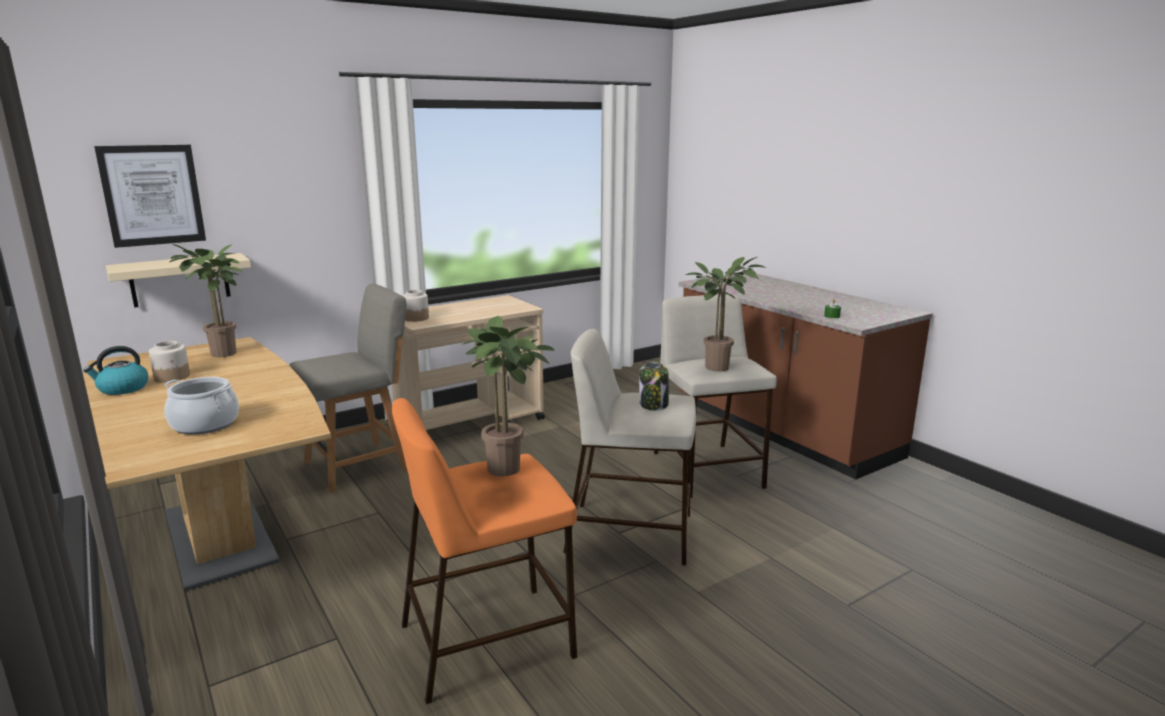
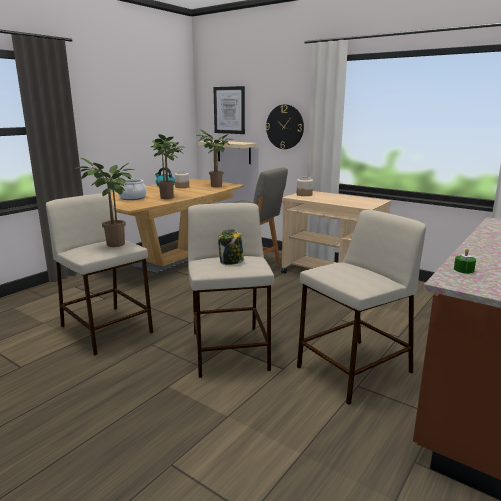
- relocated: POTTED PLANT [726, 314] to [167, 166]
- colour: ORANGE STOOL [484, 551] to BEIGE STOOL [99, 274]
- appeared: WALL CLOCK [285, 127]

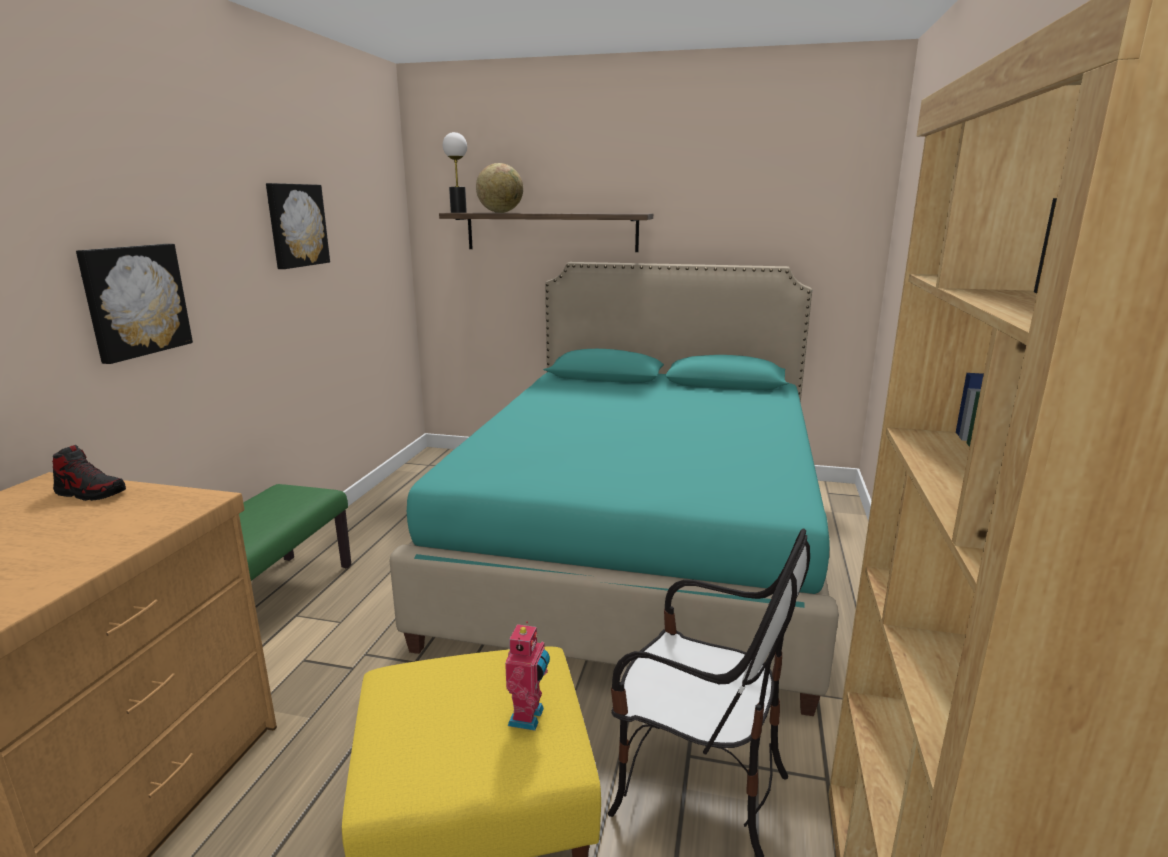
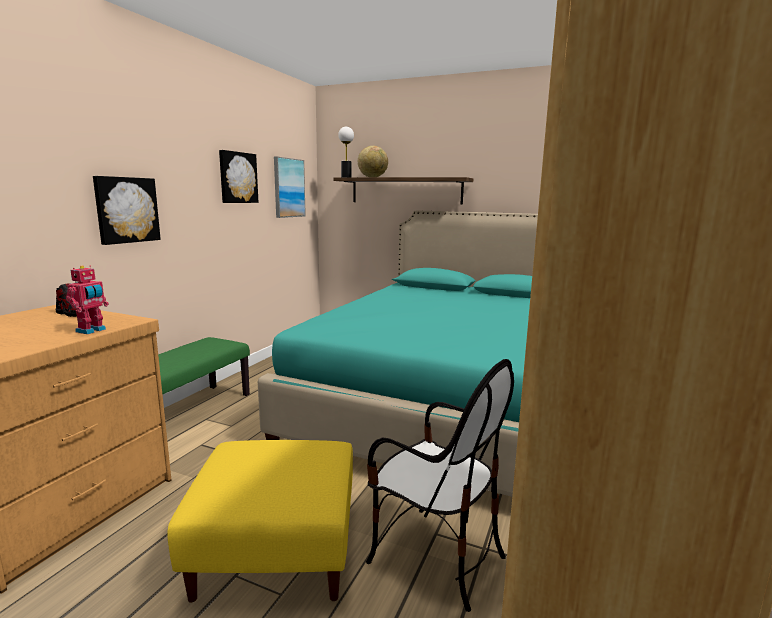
- relocated: TOY ROBOT [527, 676] to [87, 300]
- appeared: PICTURE [290, 187]

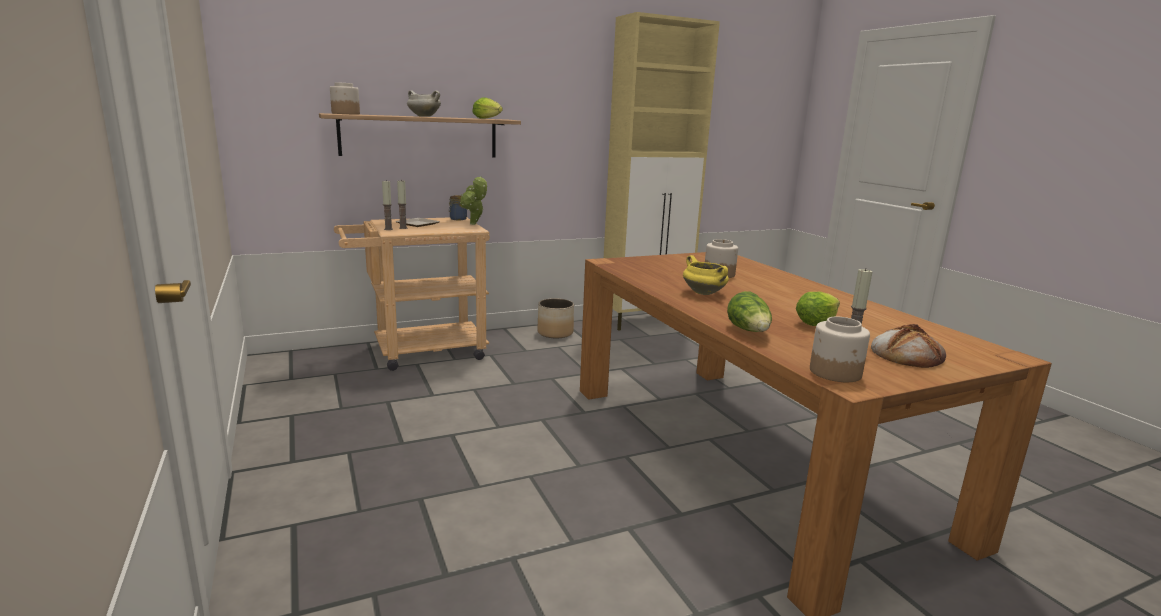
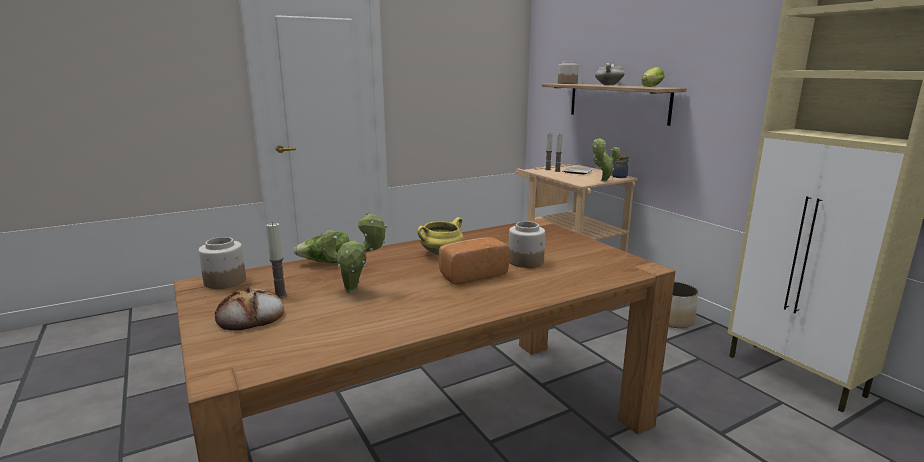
- exchanged: LETTUCE [818, 309] to POTTED PLANT [354, 252]
- appeared: BREAD [474, 261]

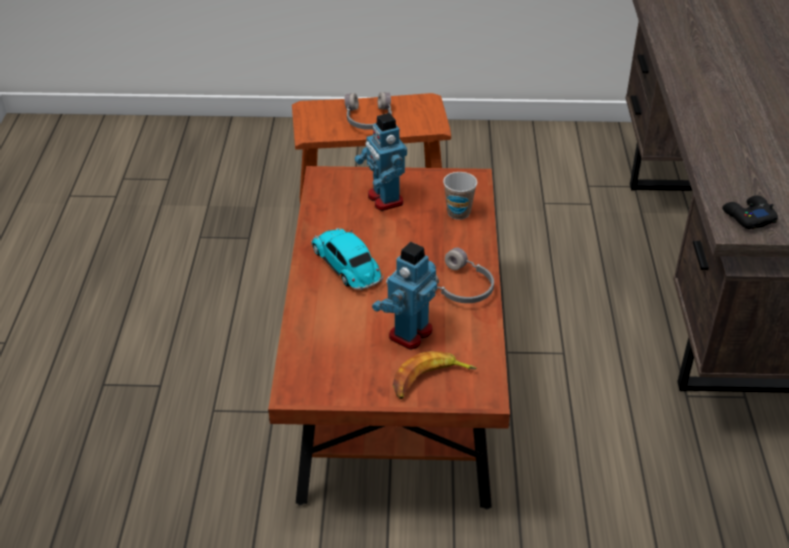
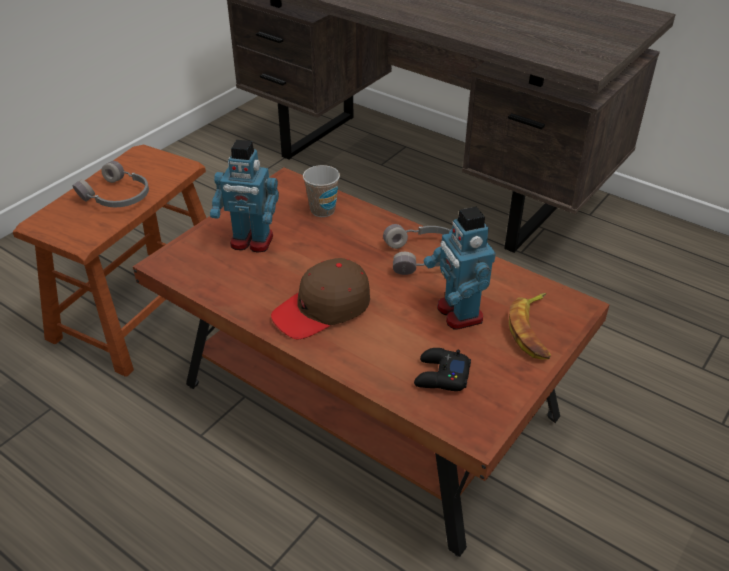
- relocated: BLACK GAME CONTROLLER [750, 212] to [442, 369]
- exchanged: TOY CAR [347, 259] to BROWN CAP [320, 298]

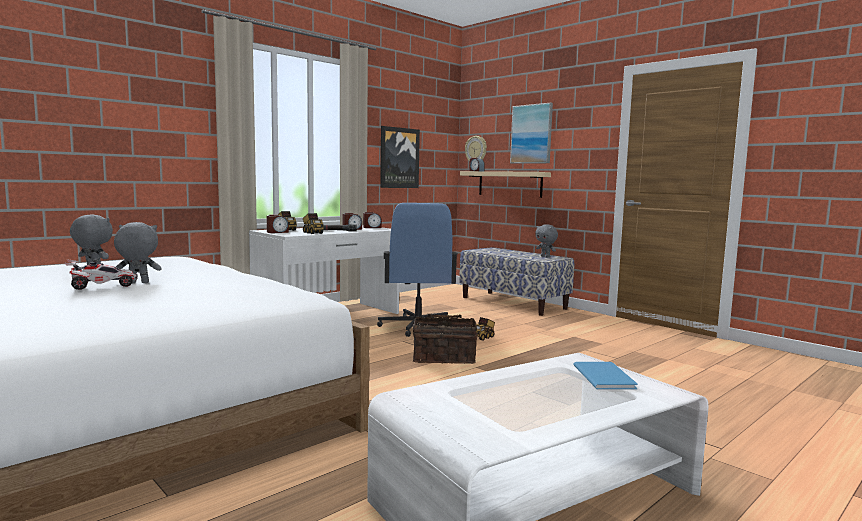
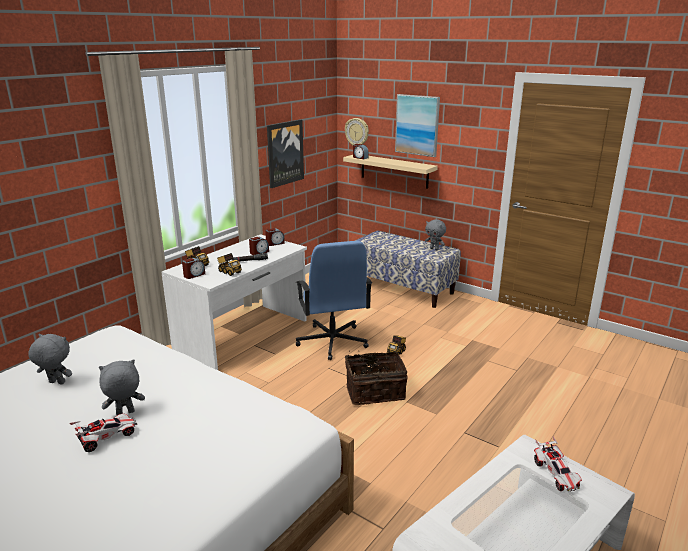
- exchanged: BLUE BOOK [606, 375] to TOY CAR [558, 464]

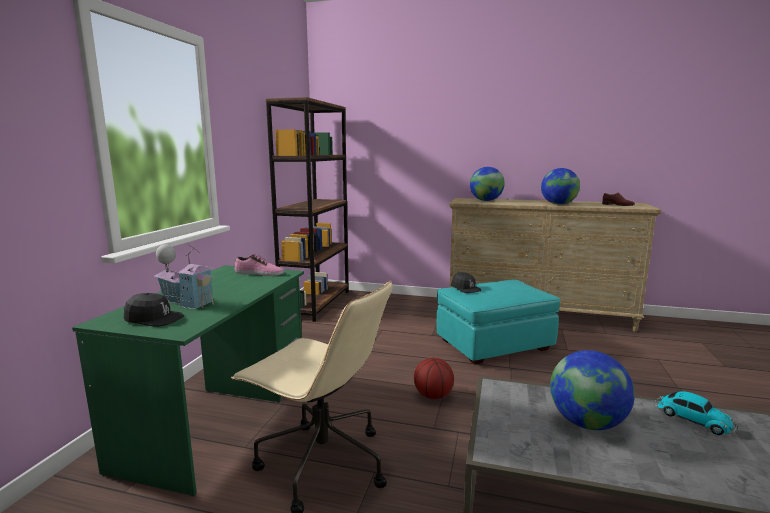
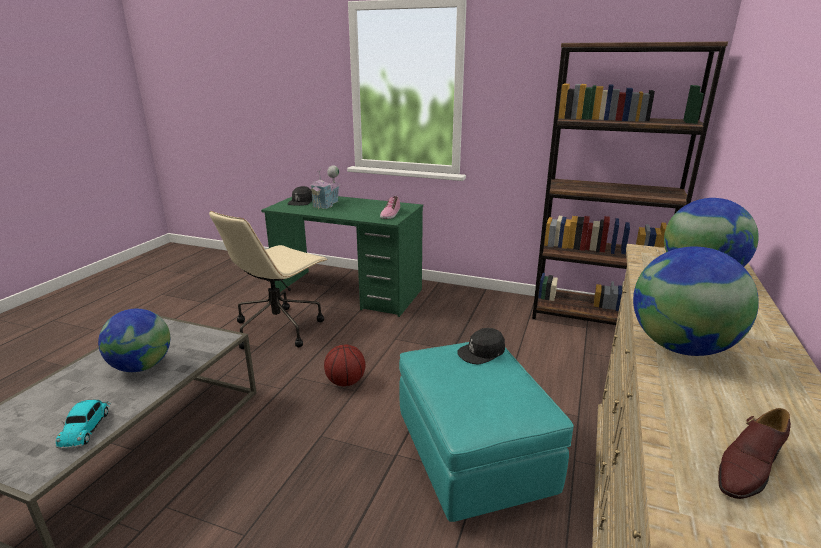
- spun: TOY CAR [696, 413] = [83, 425] 60 degrees counterclockwise

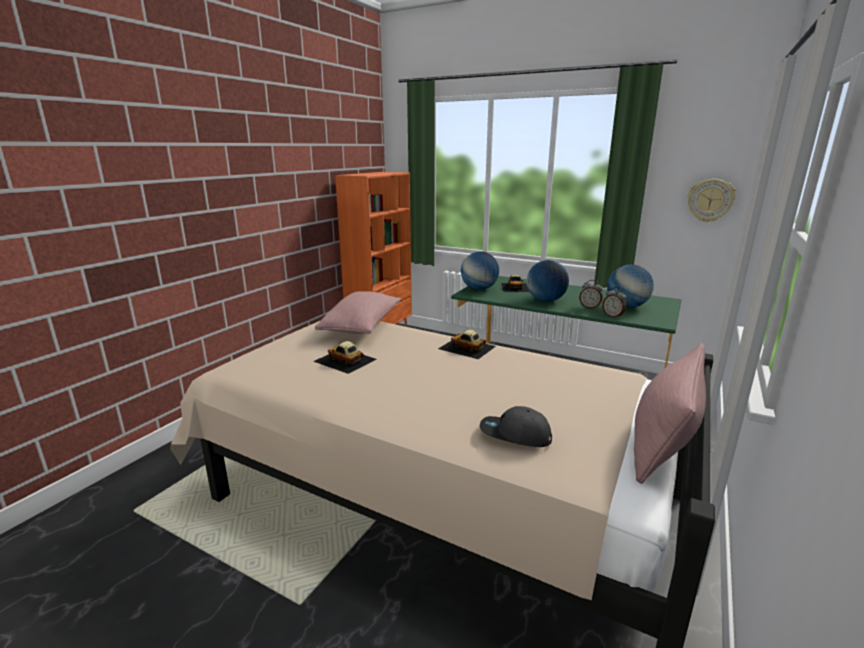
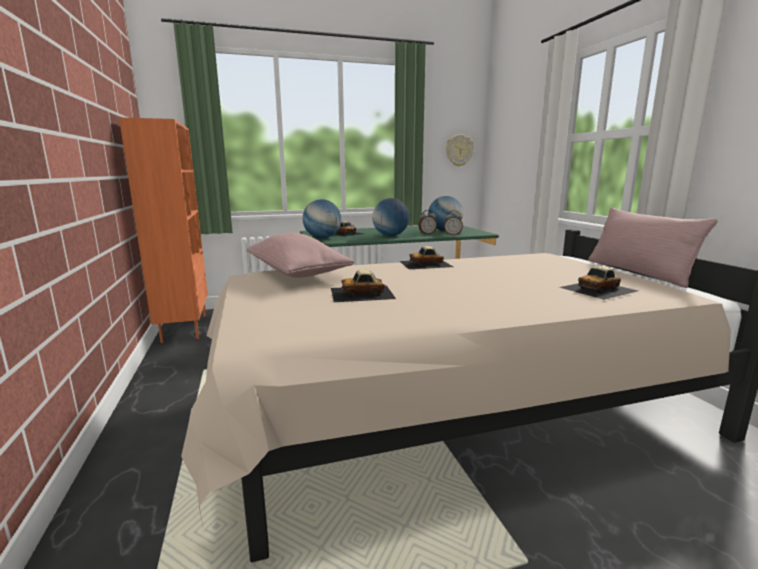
- exchanged: GREY CAP [516, 426] to TOY CAR [598, 283]

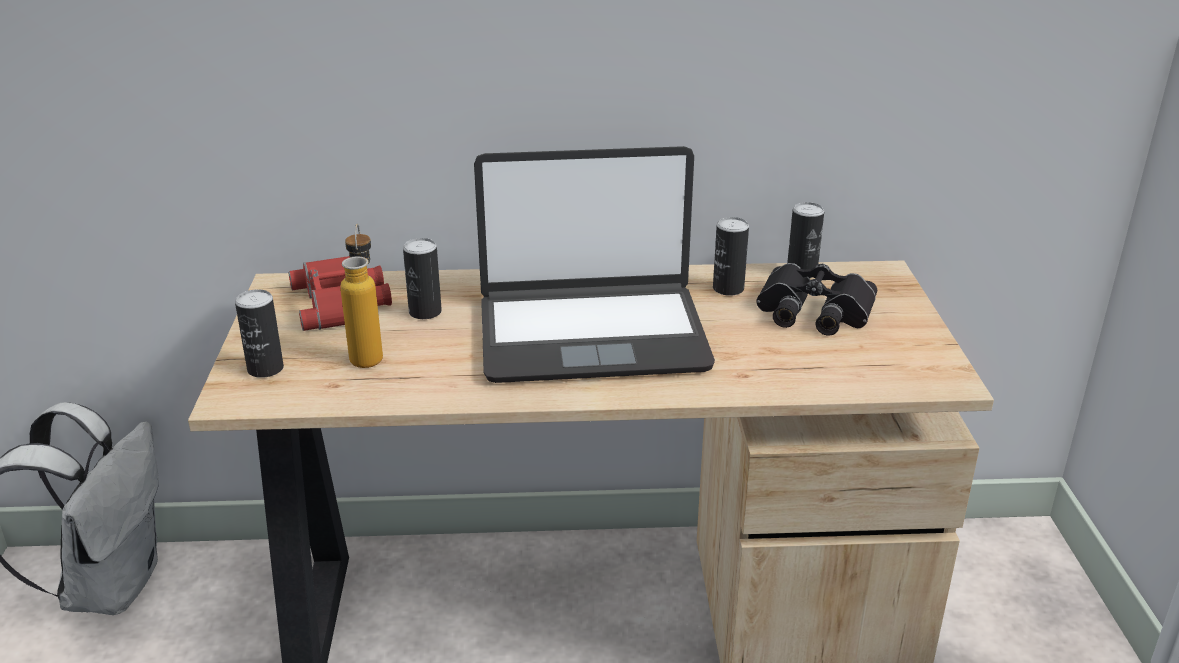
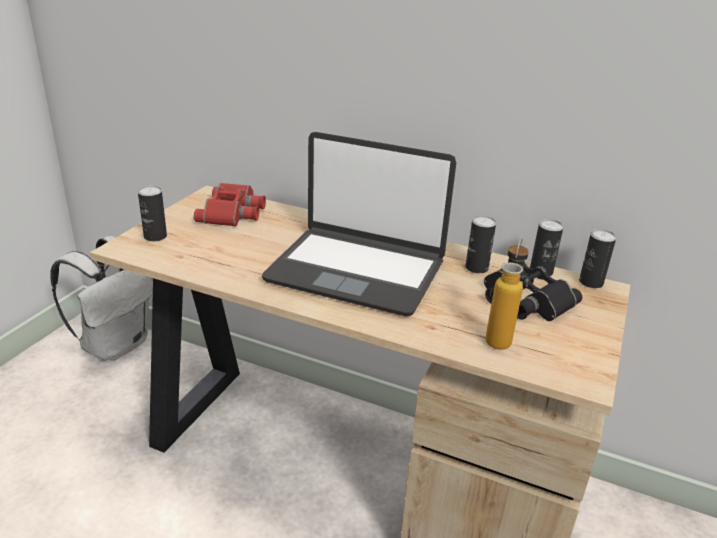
- relocated: BOTTLE [361, 296] to [507, 294]
- relocated: CAN [422, 278] to [597, 258]

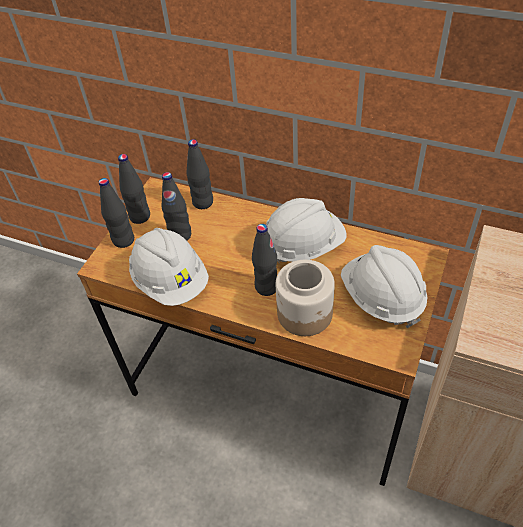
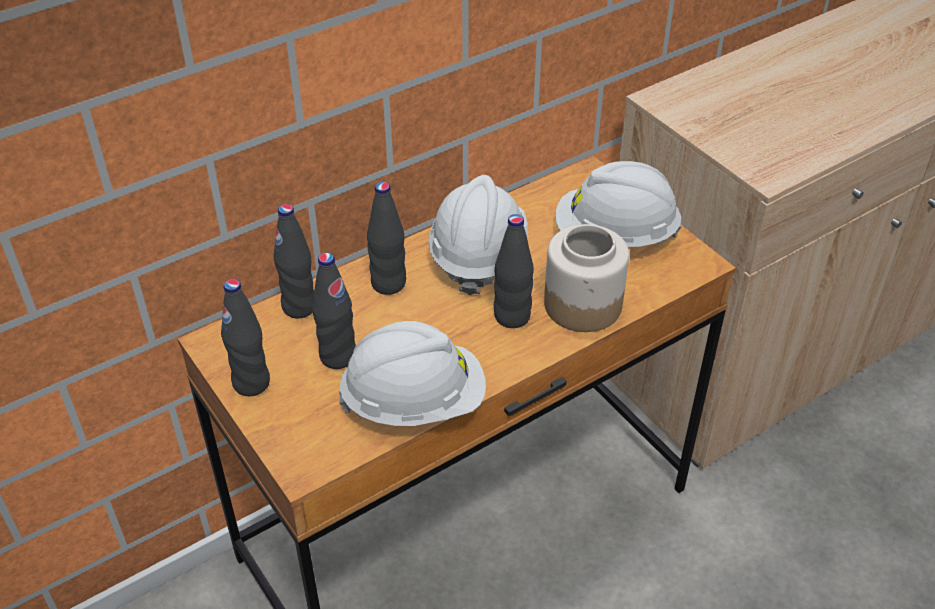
- relocated: BLACK BOTTLE [116, 213] to [386, 238]

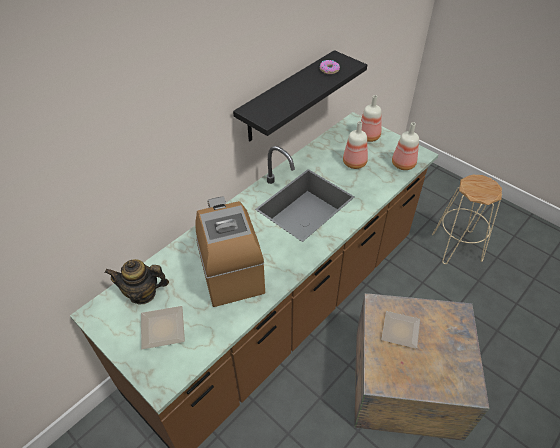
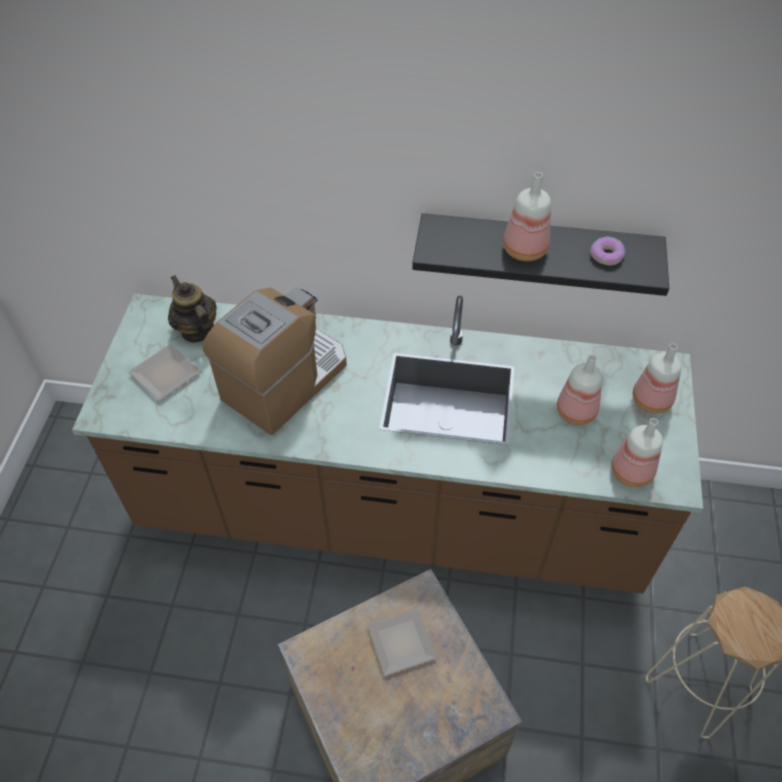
- appeared: BOTTLE [527, 216]

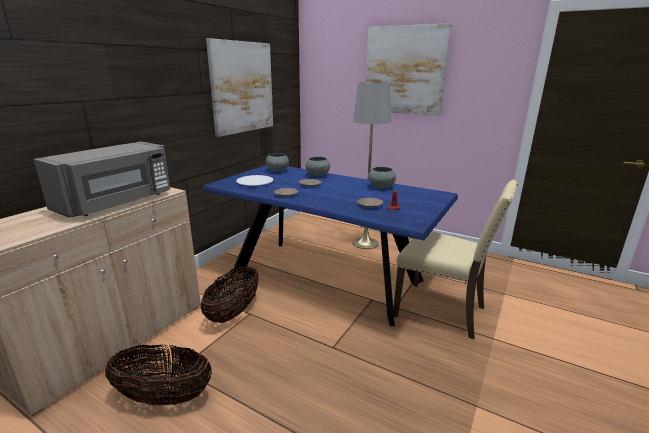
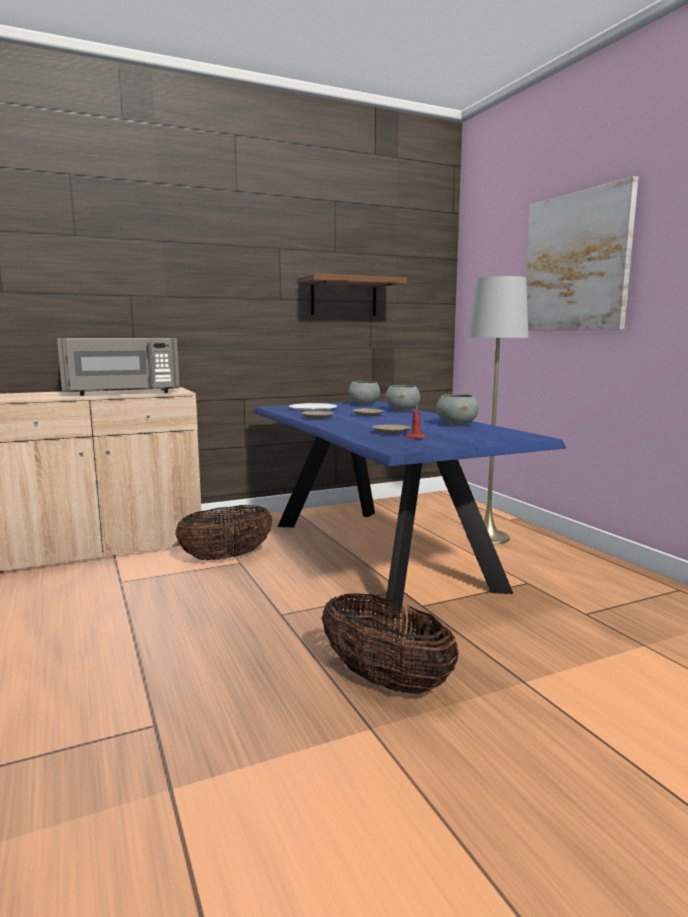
- exchanged: PICTURE [239, 87] to BROWN SHELF [352, 294]
- missing: BEIGE CHAIR [455, 259]
- relocated: BASKET [158, 375] to [390, 643]

